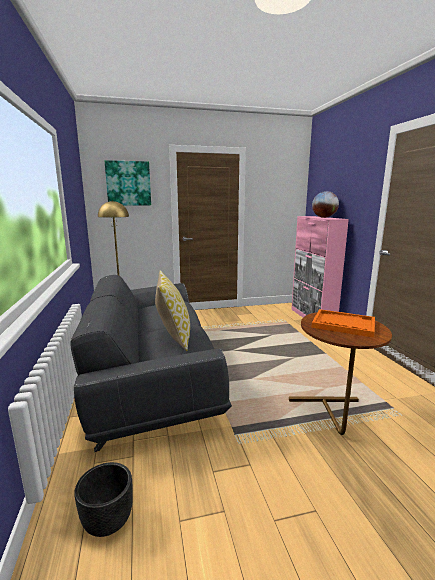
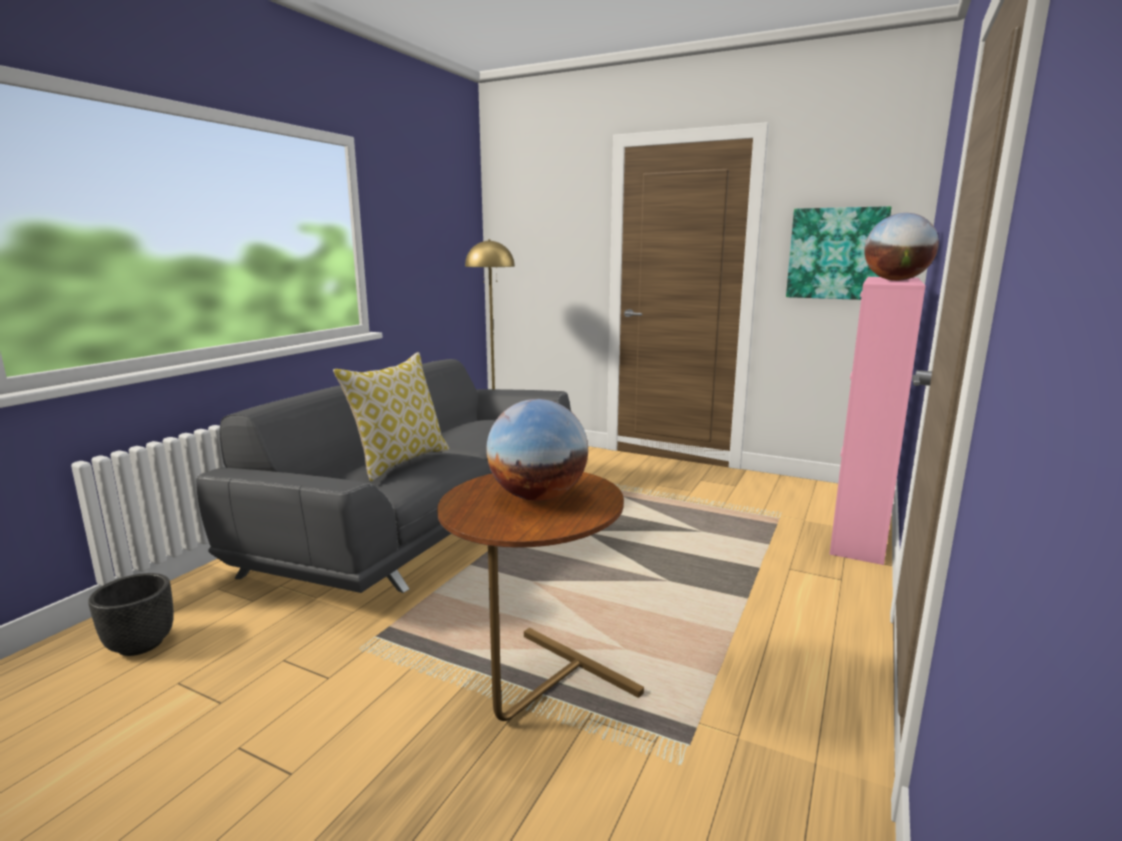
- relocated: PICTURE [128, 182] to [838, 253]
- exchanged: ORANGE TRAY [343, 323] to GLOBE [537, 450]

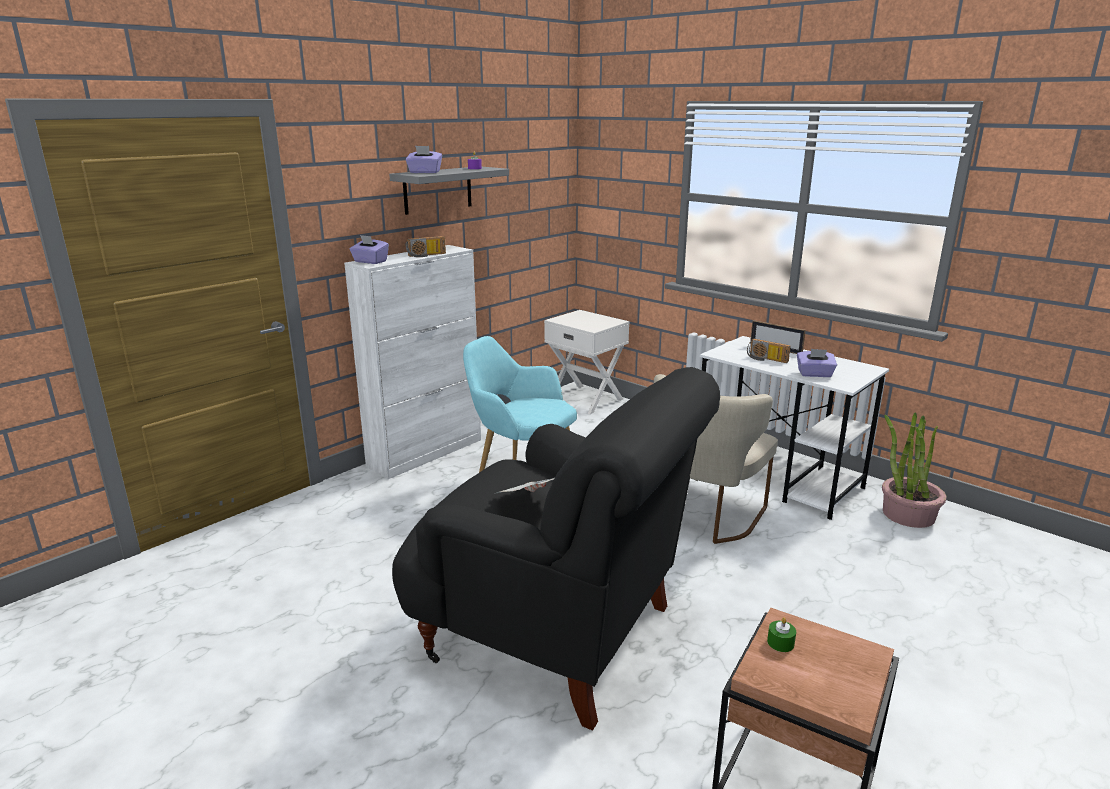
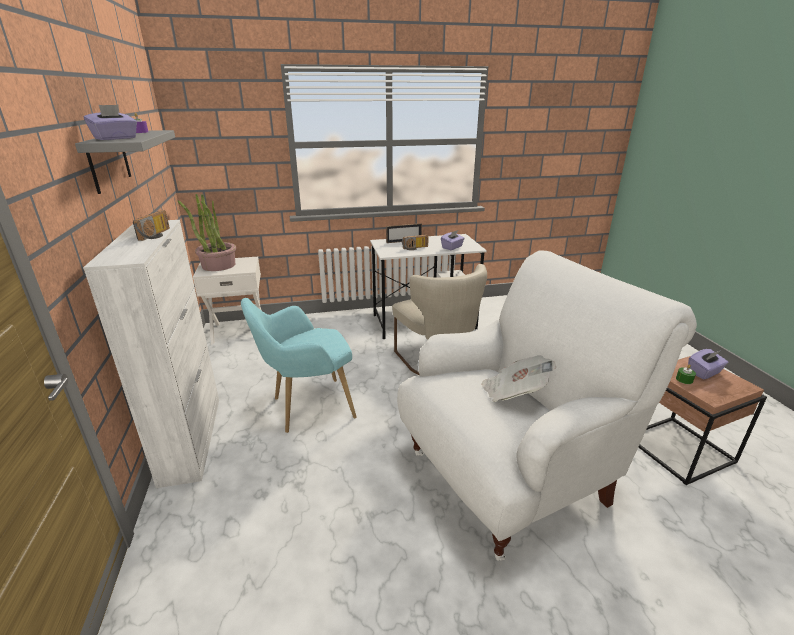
- relocated: PURPLE TISSUE BOX [369, 249] to [708, 364]
- colour: BLACK ARMCHAIR [556, 549] to WHITE ARMCHAIR [547, 405]
- relocated: POTTED PLANT [914, 470] to [207, 232]

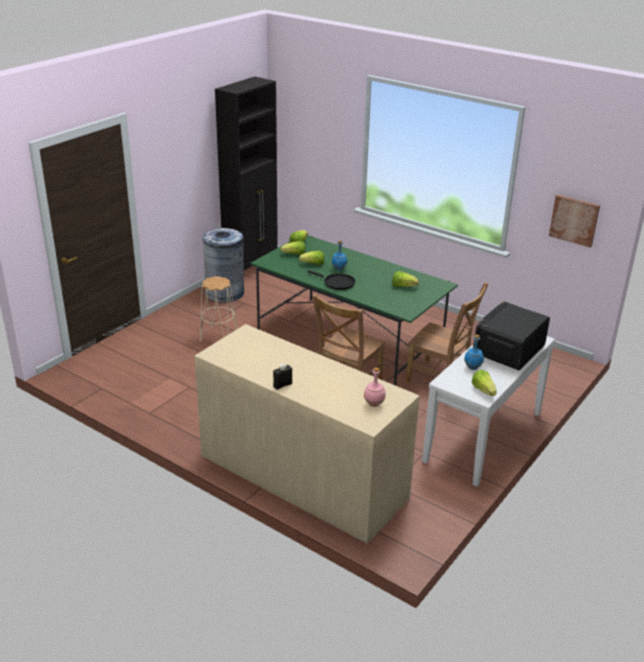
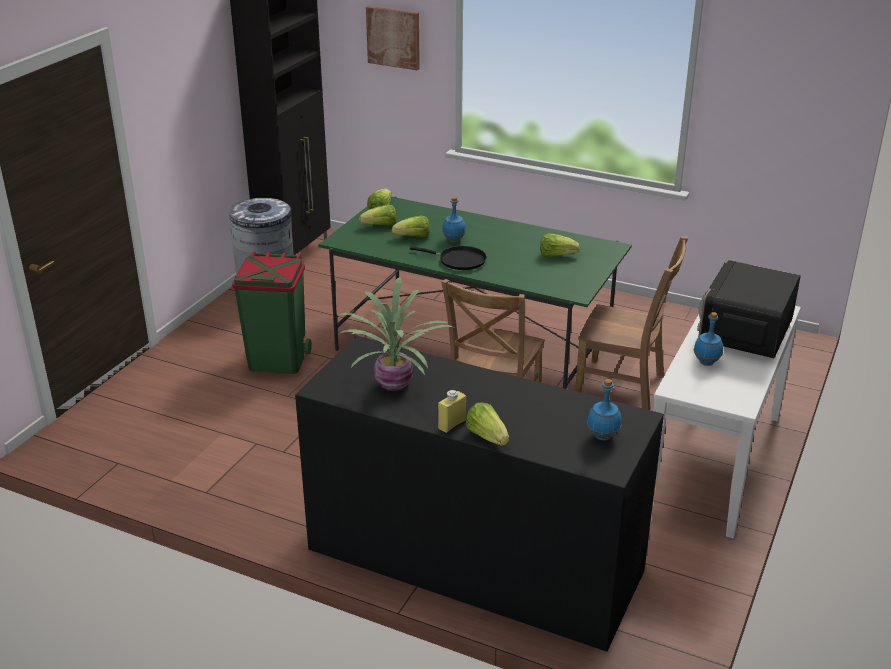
- relocated: PICTURE [574, 221] to [393, 38]
- exchanged: BEIGE STOOL [218, 308] to GREEN TRASH CAN [272, 313]
- colour: BEIGE DRESSER [307, 433] to BLACK DRESSER [479, 494]
- colour: BLACK BOTTLE [282, 377] to YELLOW BOTTLE [452, 411]
- colour: PINK BOTTLE [375, 387] to BLUE BOTTLE [604, 410]
- relocated: LETTUCE [484, 383] to [487, 424]
- appeared: POTTED PLANT [396, 334]

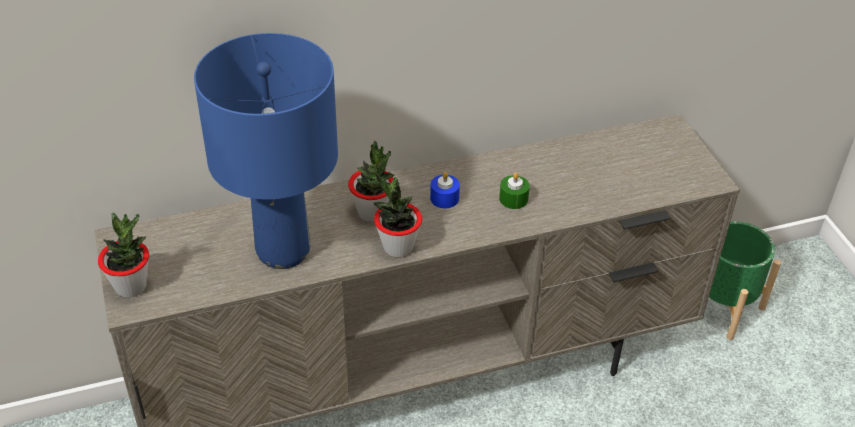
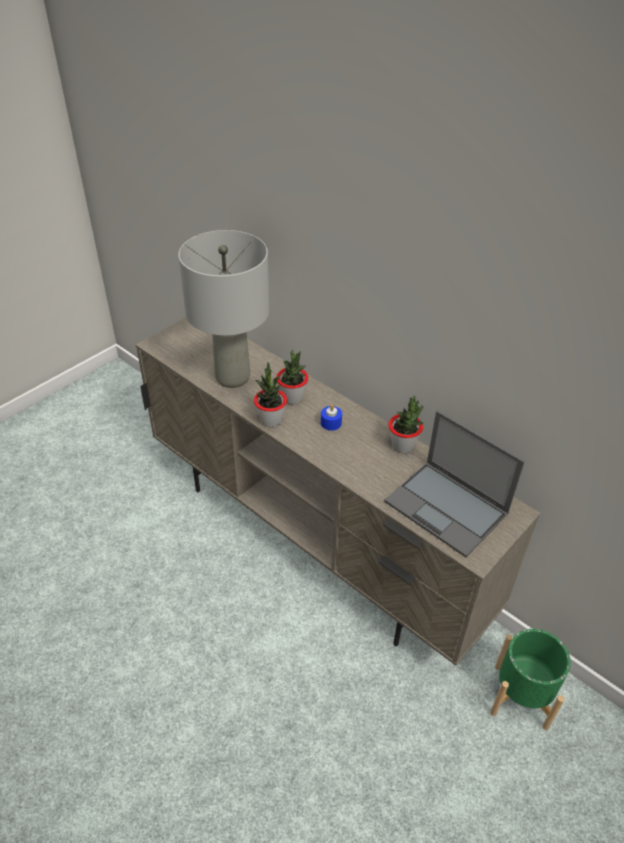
- colour: BLUE TABLE LAMP [266, 151] to GREY TABLE LAMP [223, 309]
- missing: GREEN CANDLE [514, 191]
- relocated: POTTED PLANT [123, 255] to [406, 424]
- appeared: LAPTOP [454, 483]

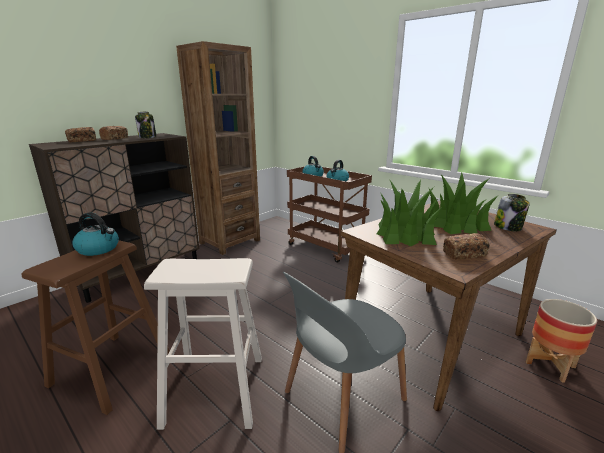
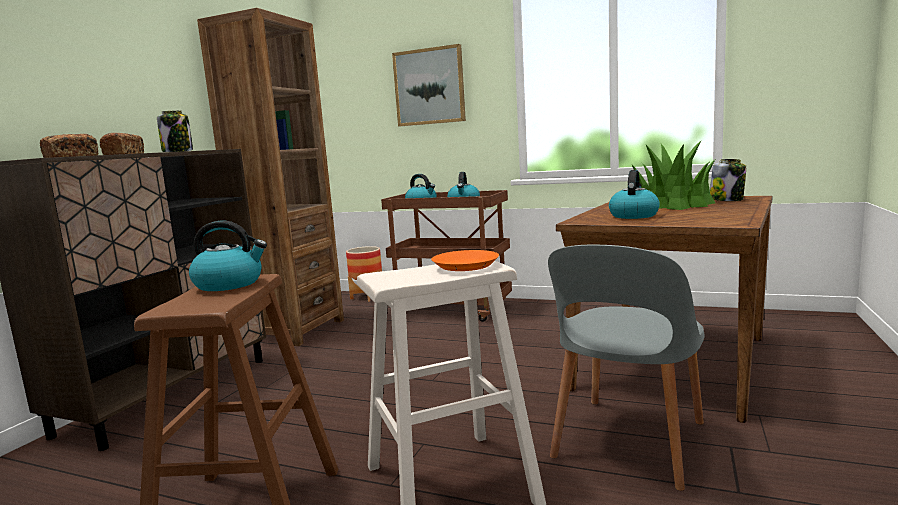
- exchanged: POTTED PLANT [409, 212] to KETTLE [634, 194]
- missing: BREAD [466, 246]
- relocated: PLANTER [561, 341] to [364, 274]
- appeared: PICTURE [429, 85]
- appeared: ORANGE PLATE [465, 260]

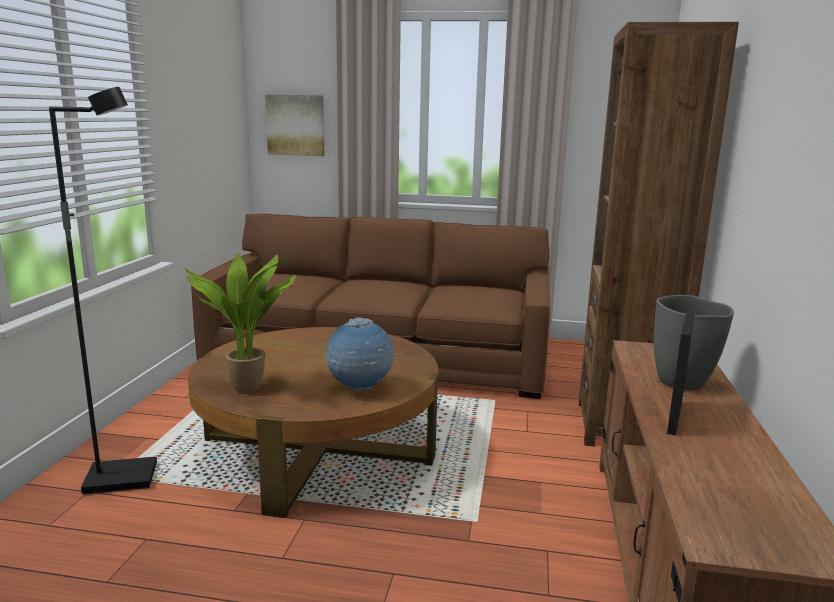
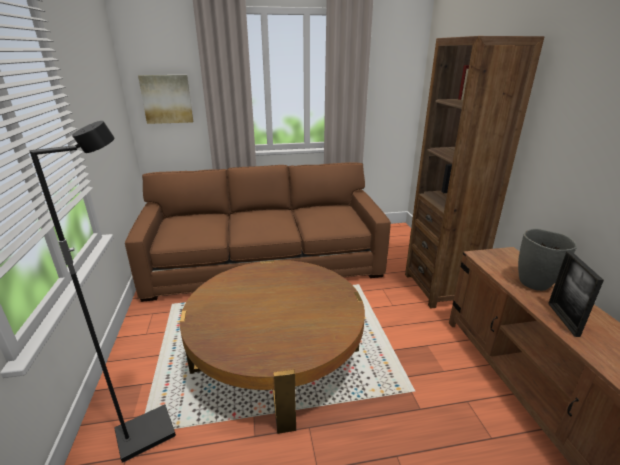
- missing: POTTED PLANT [240, 321]
- missing: GLOBE [360, 354]

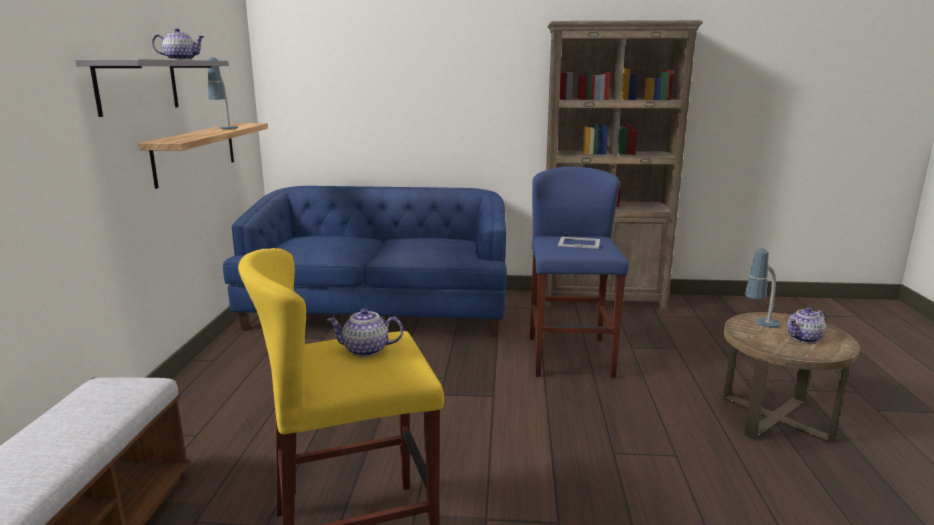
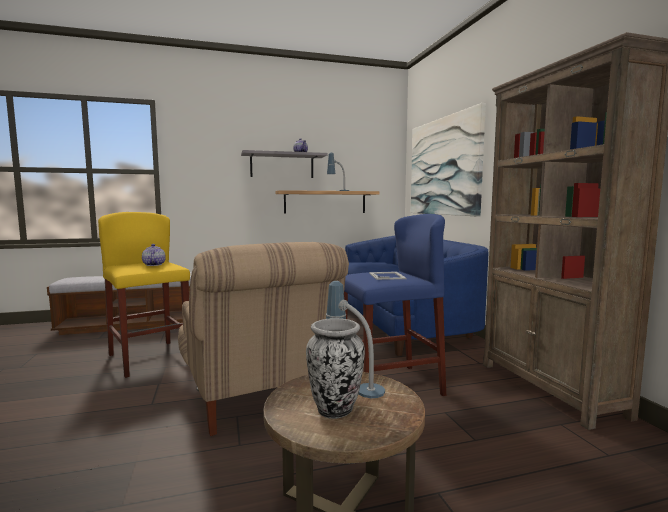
- exchanged: TEAPOT [806, 325] to VASE [335, 368]
- appeared: PICTURE [448, 160]
- appeared: BEIGE ARMCHAIR [263, 339]

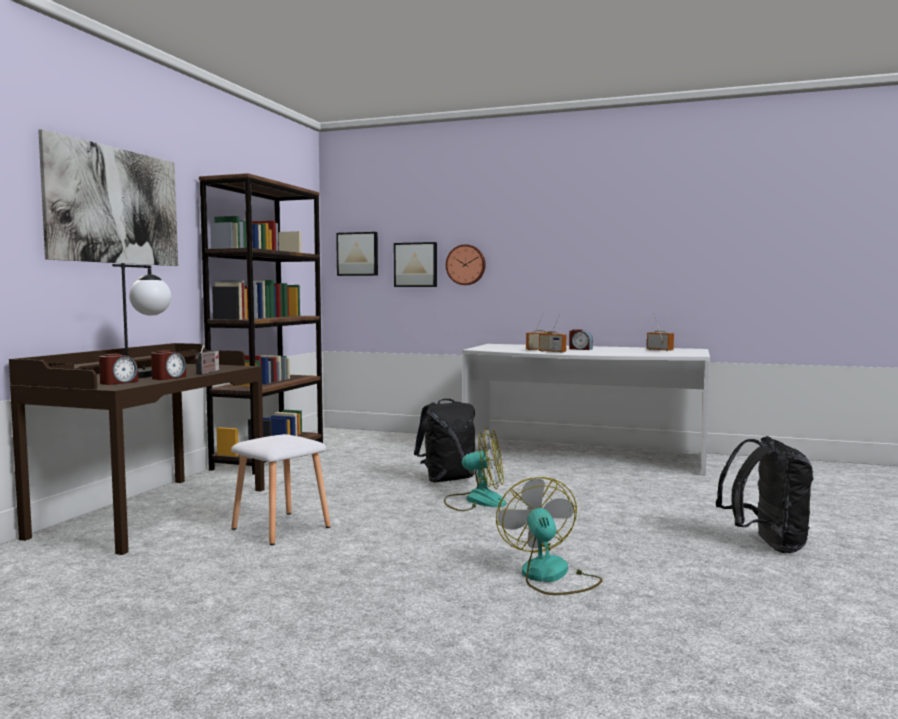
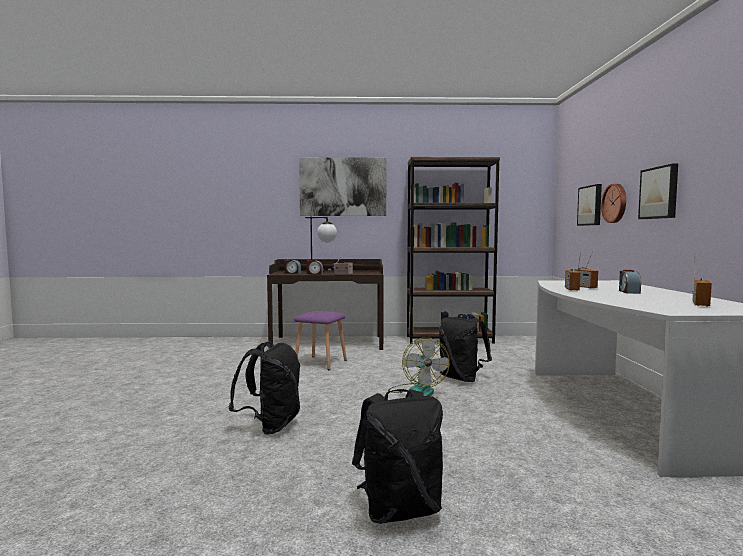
- relocated: PICTURE [357, 254] to [658, 191]
- colour: WHITE STOOL [281, 489] to PURPLE STOOL [320, 340]
- exchanged: FAN [549, 536] to BLACK BACKPACK [264, 387]

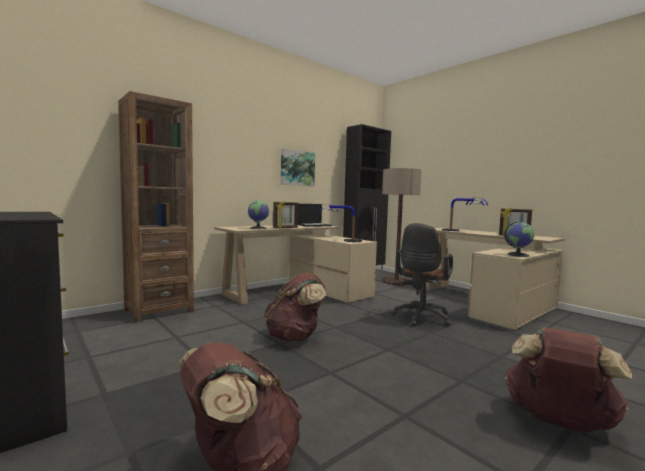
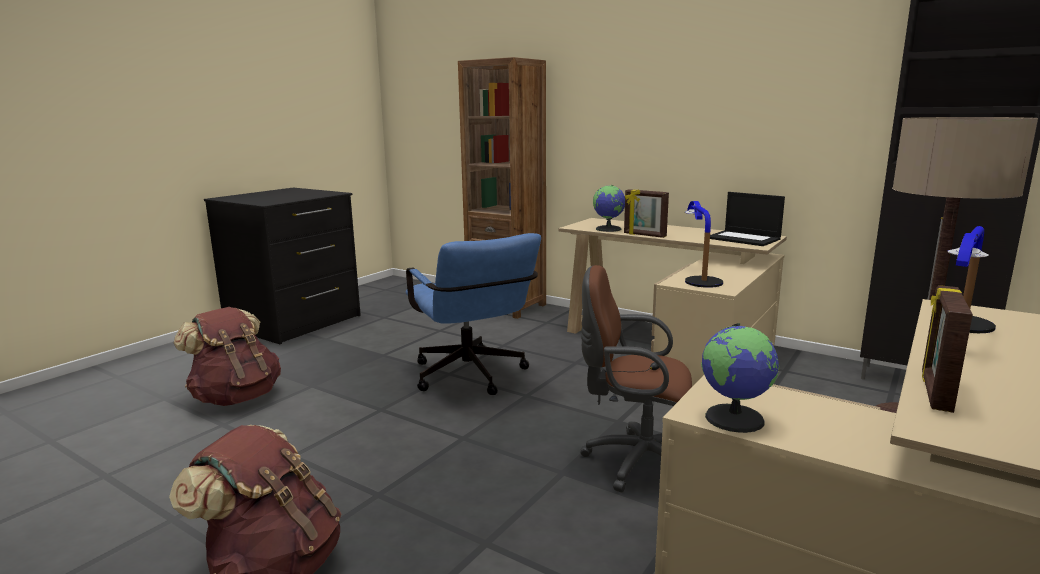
- missing: PICTURE [298, 167]
- exchanged: BROWN BACKPACK [295, 307] to BLUE OFFICE CHAIR [473, 314]

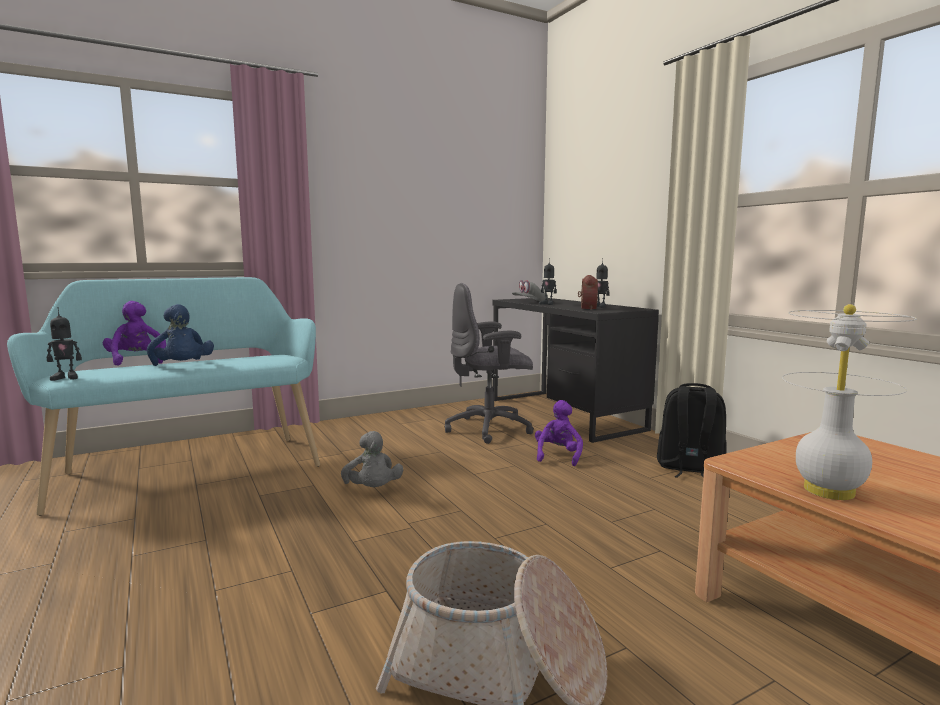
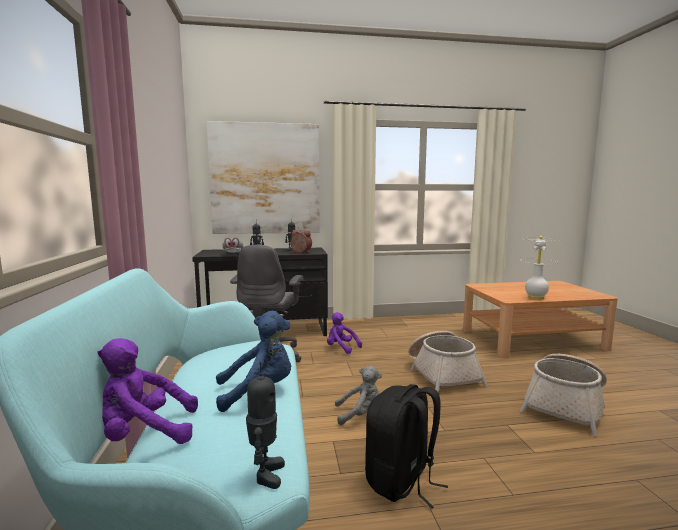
- relocated: BLACK BACKPACK [692, 430] to [406, 446]
- appeared: PICTURE [263, 177]
- appeared: BASKET [448, 362]

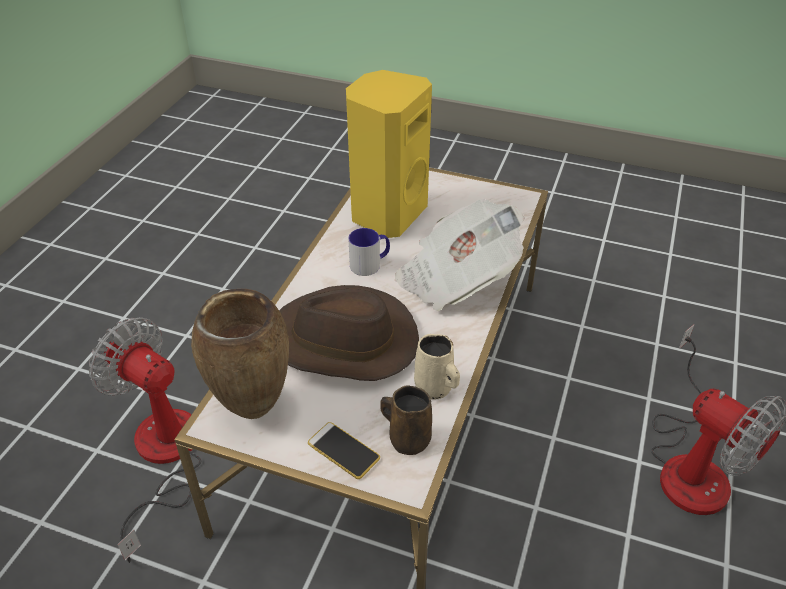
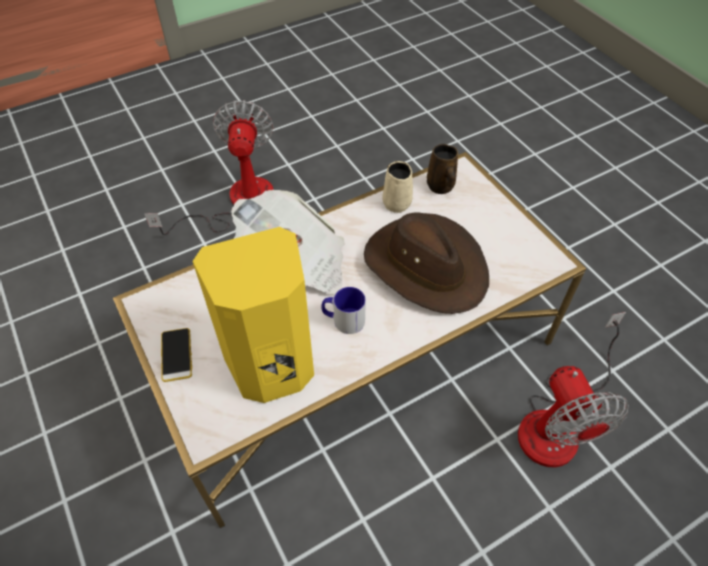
- missing: BROWN VASE [240, 354]
- relocated: PHONE [344, 450] to [176, 355]

